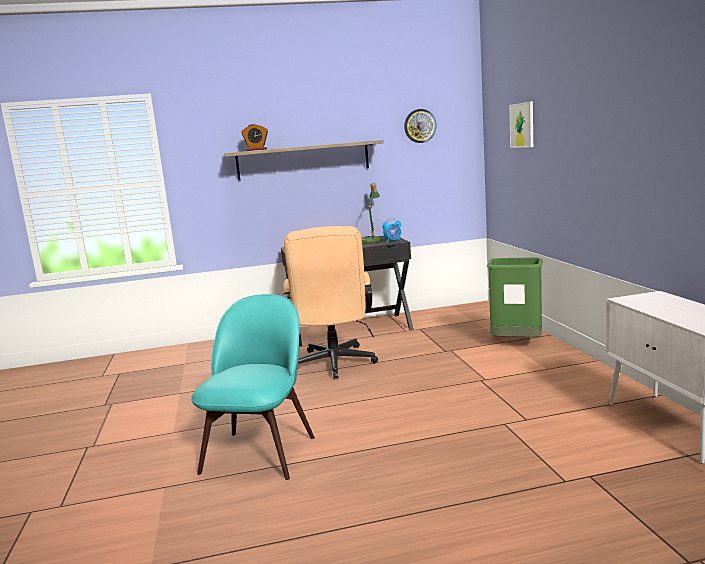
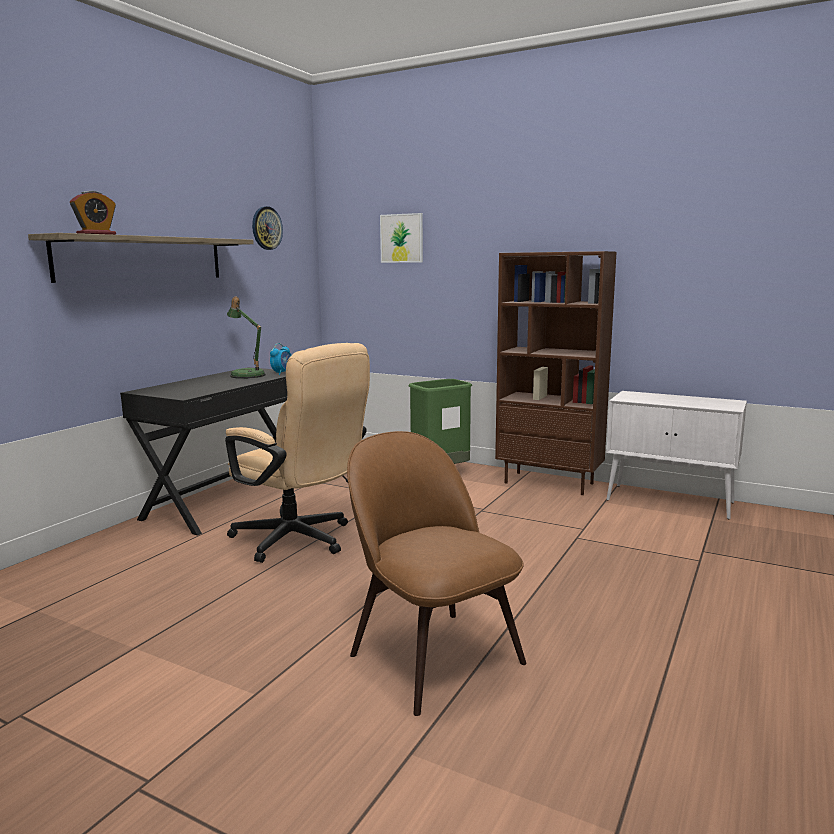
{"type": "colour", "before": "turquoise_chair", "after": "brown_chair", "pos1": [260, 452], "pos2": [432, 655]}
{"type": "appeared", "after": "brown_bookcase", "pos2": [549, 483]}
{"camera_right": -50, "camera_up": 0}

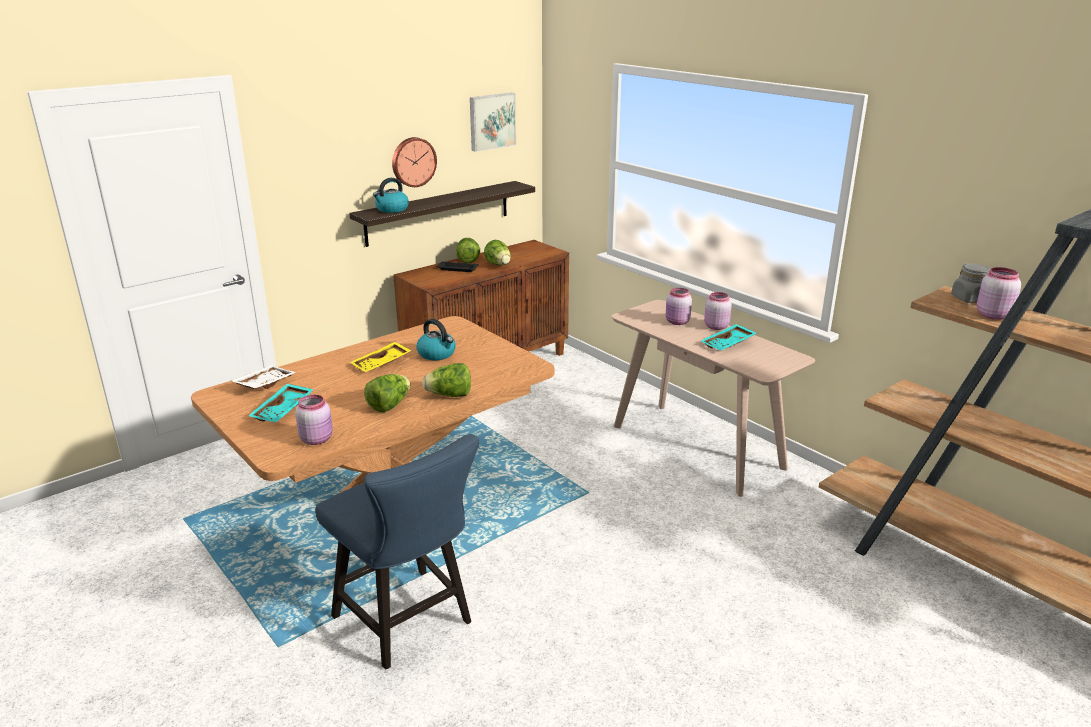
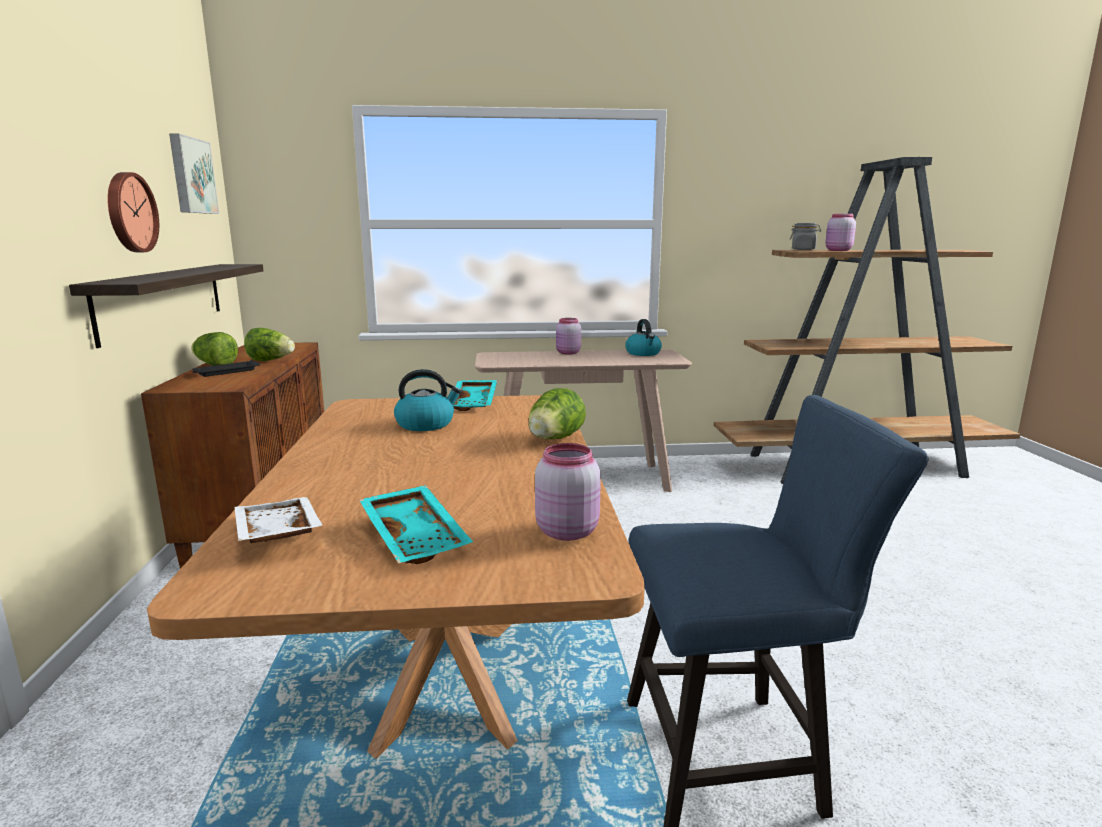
{"type": "relocated", "before": "turquoise_tray", "pos1": [728, 344], "pos2": [475, 403]}
{"type": "relocated", "before": "kettle", "pos1": [392, 209], "pos2": [643, 353]}
{"type": "missing", "before": "yellow_tray", "pos1": [382, 364]}
{"type": "missing", "before": "lettuce", "pos1": [389, 405]}
{"type": "missing", "before": "pink_jar", "pos1": [677, 322]}
{"camera_right": -55, "camera_up": -10}

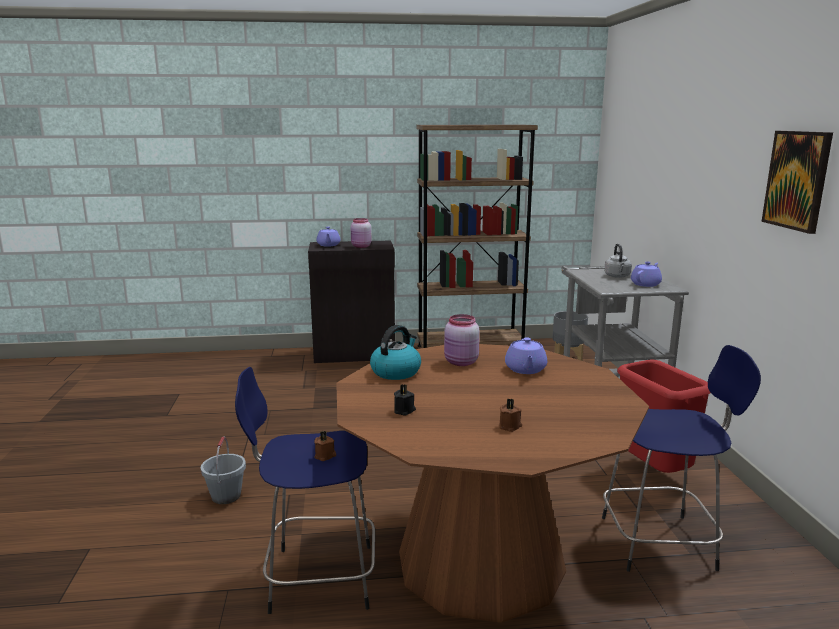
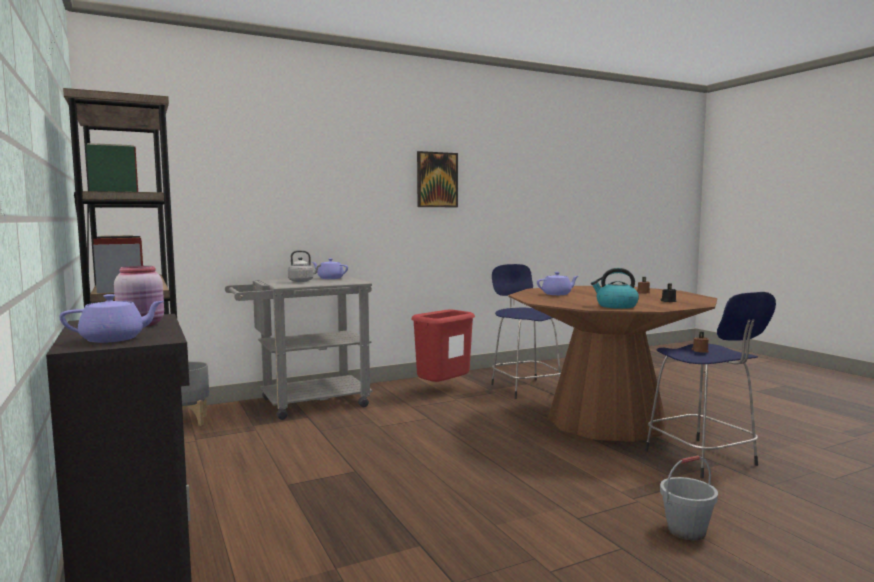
{"type": "missing", "before": "pink_jar", "pos1": [461, 362]}
{"camera_right": -110, "camera_up": -10}

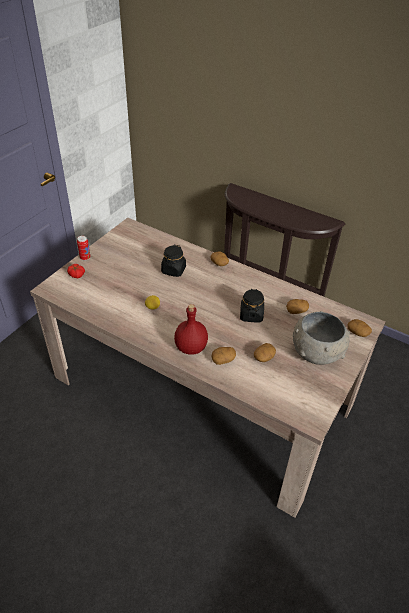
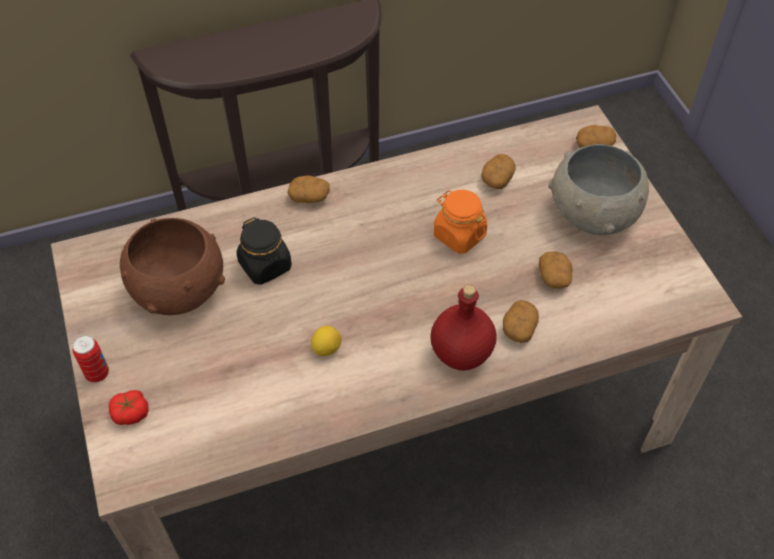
{"type": "appeared", "after": "brown_bowl", "pos2": [178, 289]}
{"type": "colour", "before": "black_jar", "after": "orange_jar", "pos1": [251, 315], "pos2": [459, 235]}
{"camera_right": -50, "camera_up": 10}

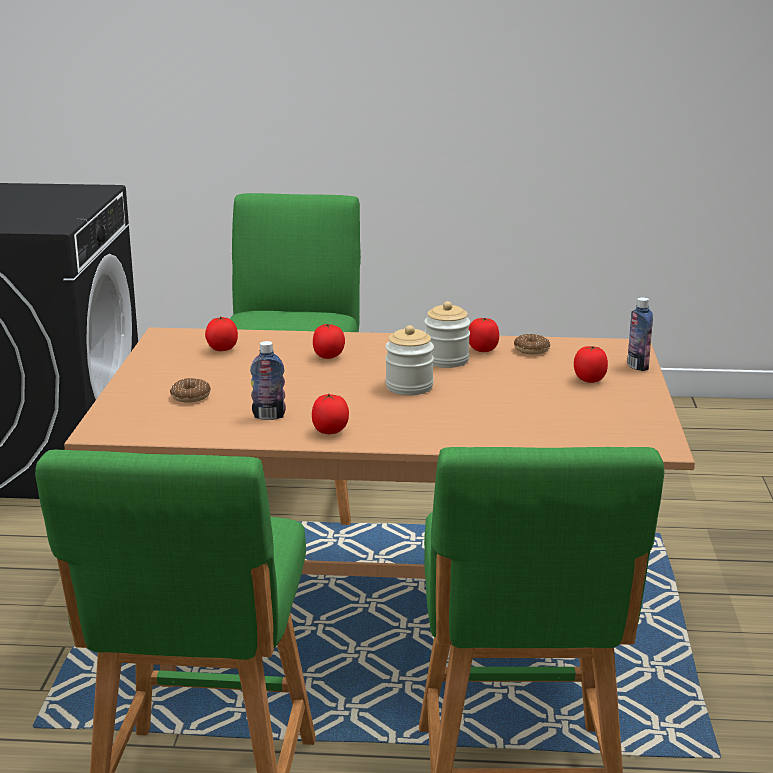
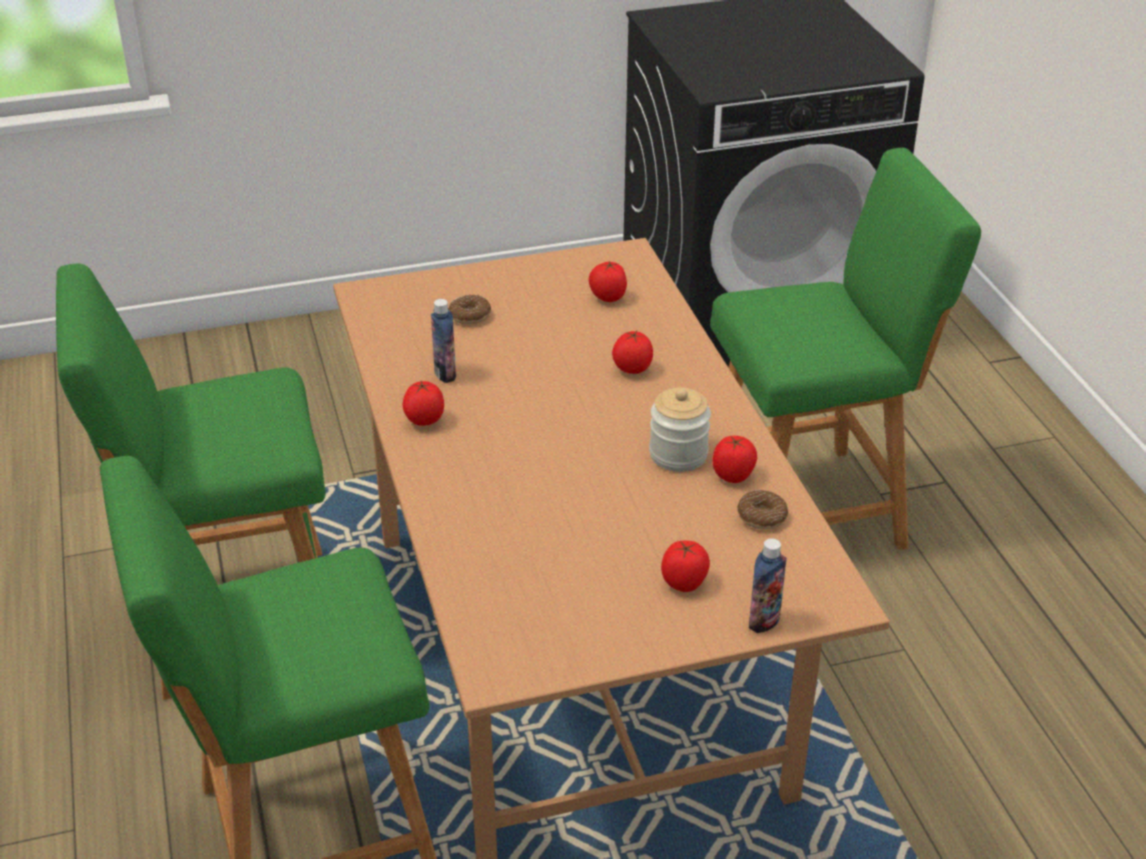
{"type": "missing", "before": "jar", "pos1": [409, 387]}
{"camera_right": 70, "camera_up": 15}

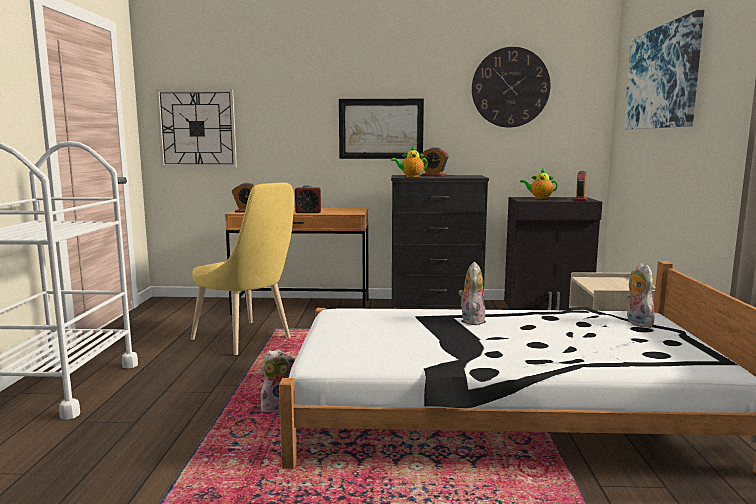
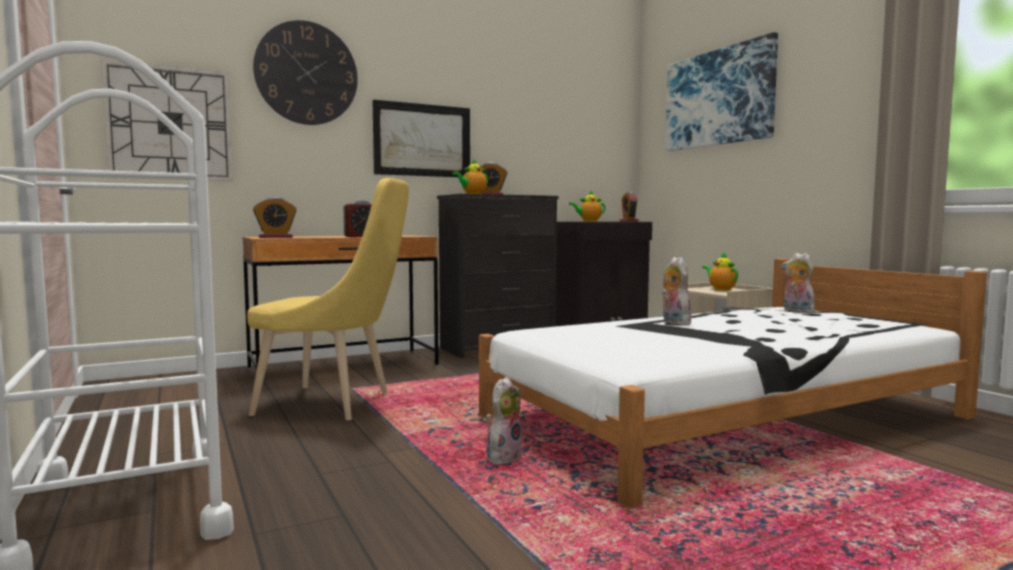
{"type": "relocated", "before": "wall_clock", "pos1": [510, 87], "pos2": [306, 73]}
{"type": "appeared", "after": "teapot", "pos2": [721, 289]}
{"camera_right": -30, "camera_up": -5}

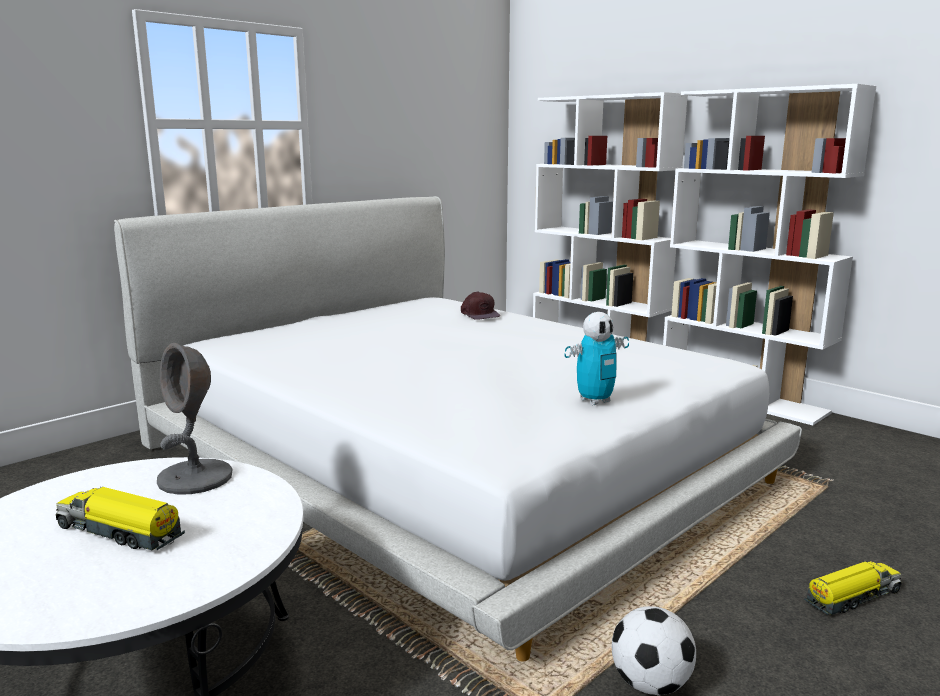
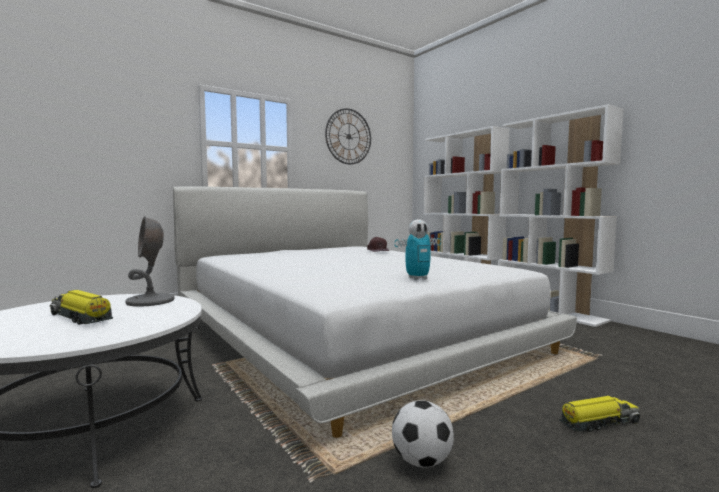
{"type": "appeared", "after": "wall_clock", "pos2": [348, 136]}
{"camera_right": 10, "camera_up": -10}

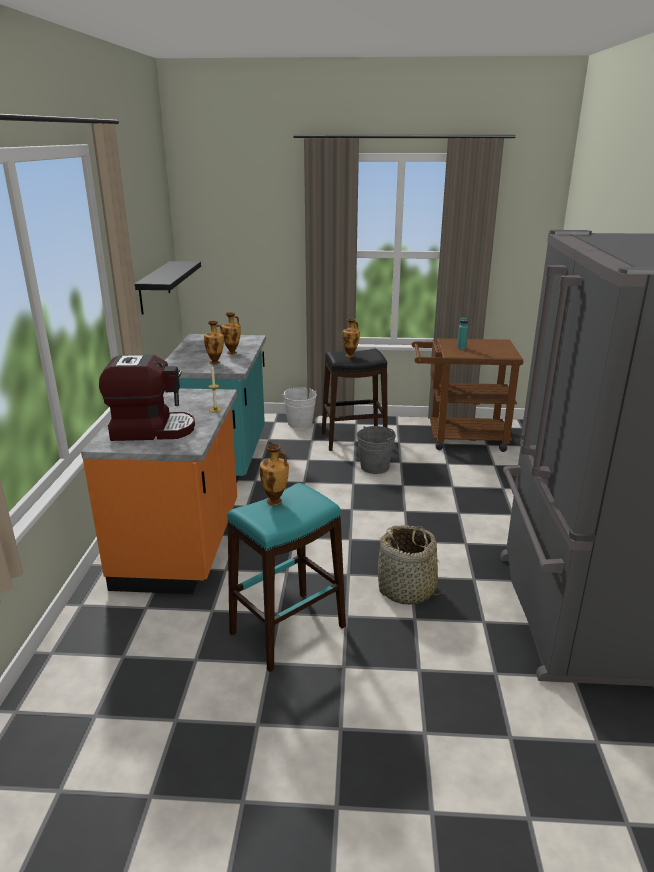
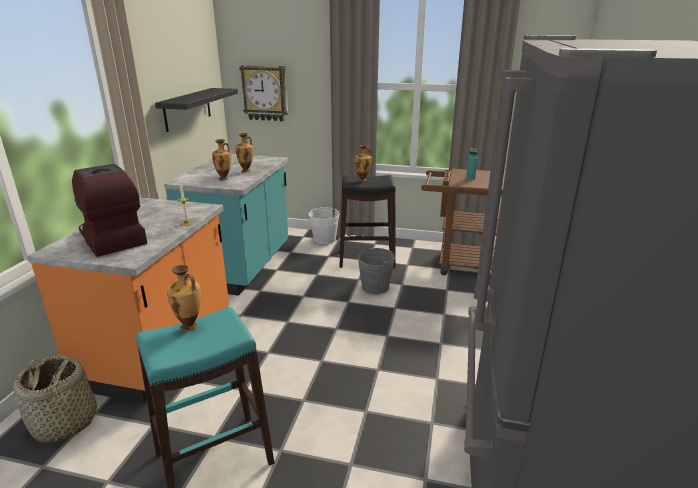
{"type": "relocated", "before": "basket", "pos1": [407, 589], "pos2": [64, 423]}
{"type": "spun", "before": "coffee_machine", "pos1": [152, 429], "pos2": [111, 238], "turn": -135}
{"type": "appeared", "after": "wall_clock", "pos2": [265, 93]}
{"camera_right": 10, "camera_up": 0}

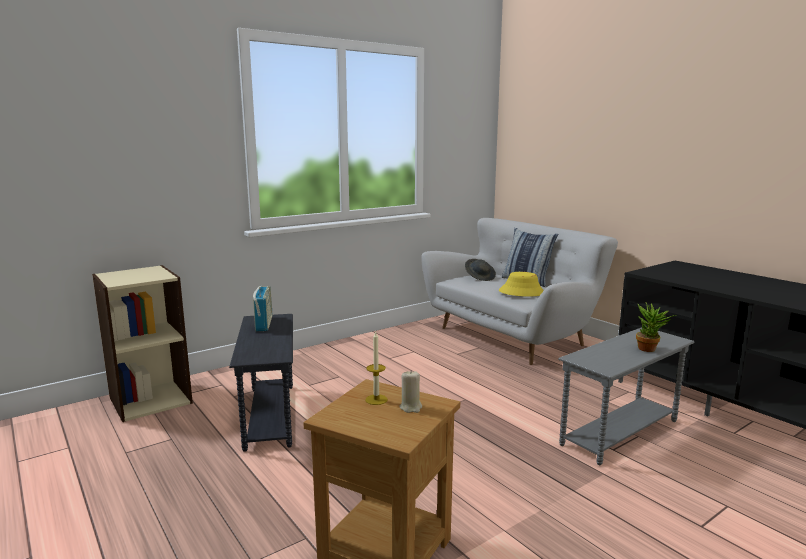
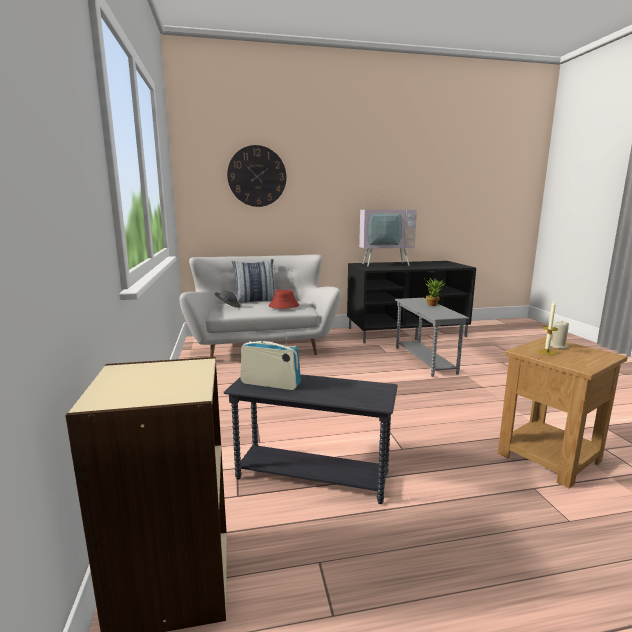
{"type": "appeared", "after": "wall_clock", "pos2": [257, 176]}
{"type": "colour", "before": "yellow_hat", "after": "red_hat", "pos1": [521, 292], "pos2": [283, 306]}
{"type": "appeared", "after": "television", "pos2": [384, 264]}
{"camera_right": -65, "camera_up": 0}

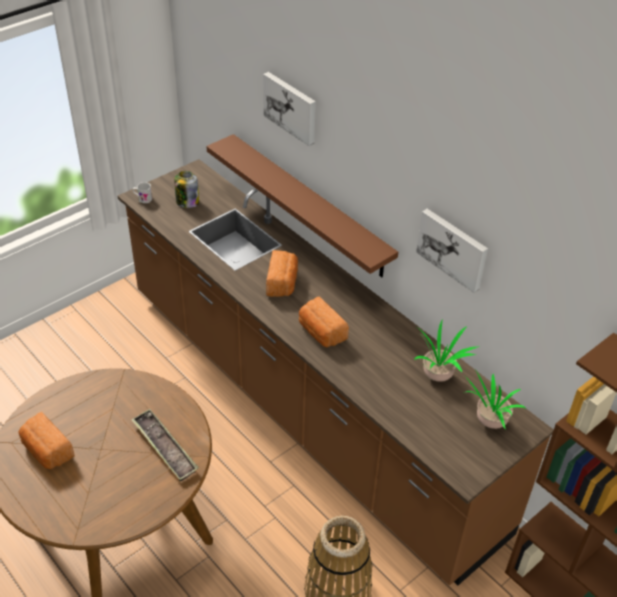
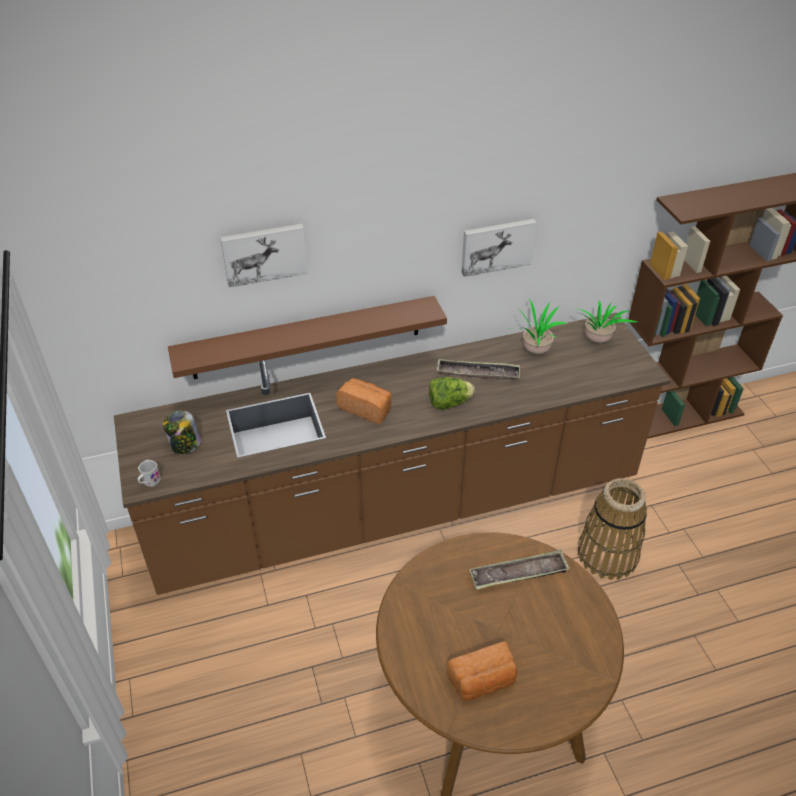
{"type": "exchanged", "before": "bread", "after": "lettuce", "pos1": [321, 332], "pos2": [449, 403]}
{"type": "appeared", "after": "tray", "pos2": [477, 373]}
{"camera_right": -65, "camera_up": 0}

